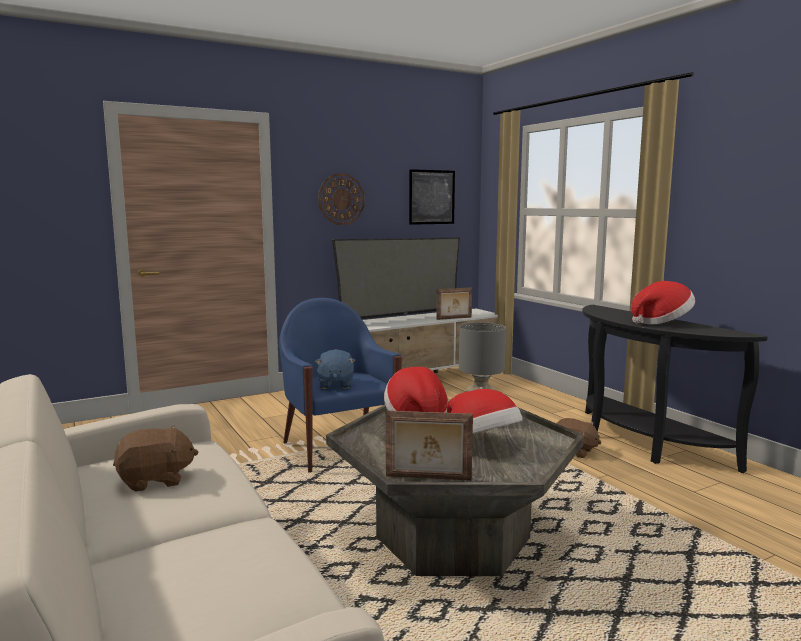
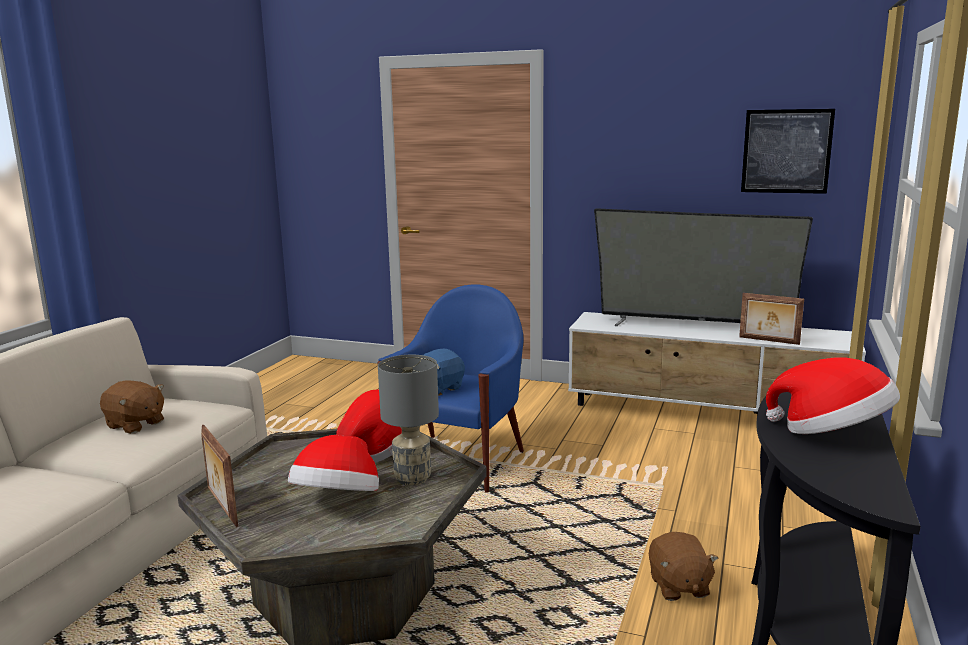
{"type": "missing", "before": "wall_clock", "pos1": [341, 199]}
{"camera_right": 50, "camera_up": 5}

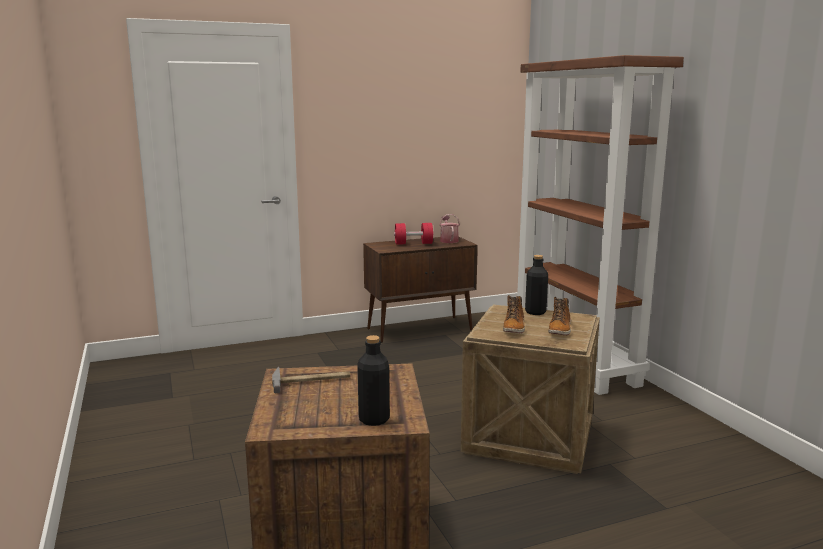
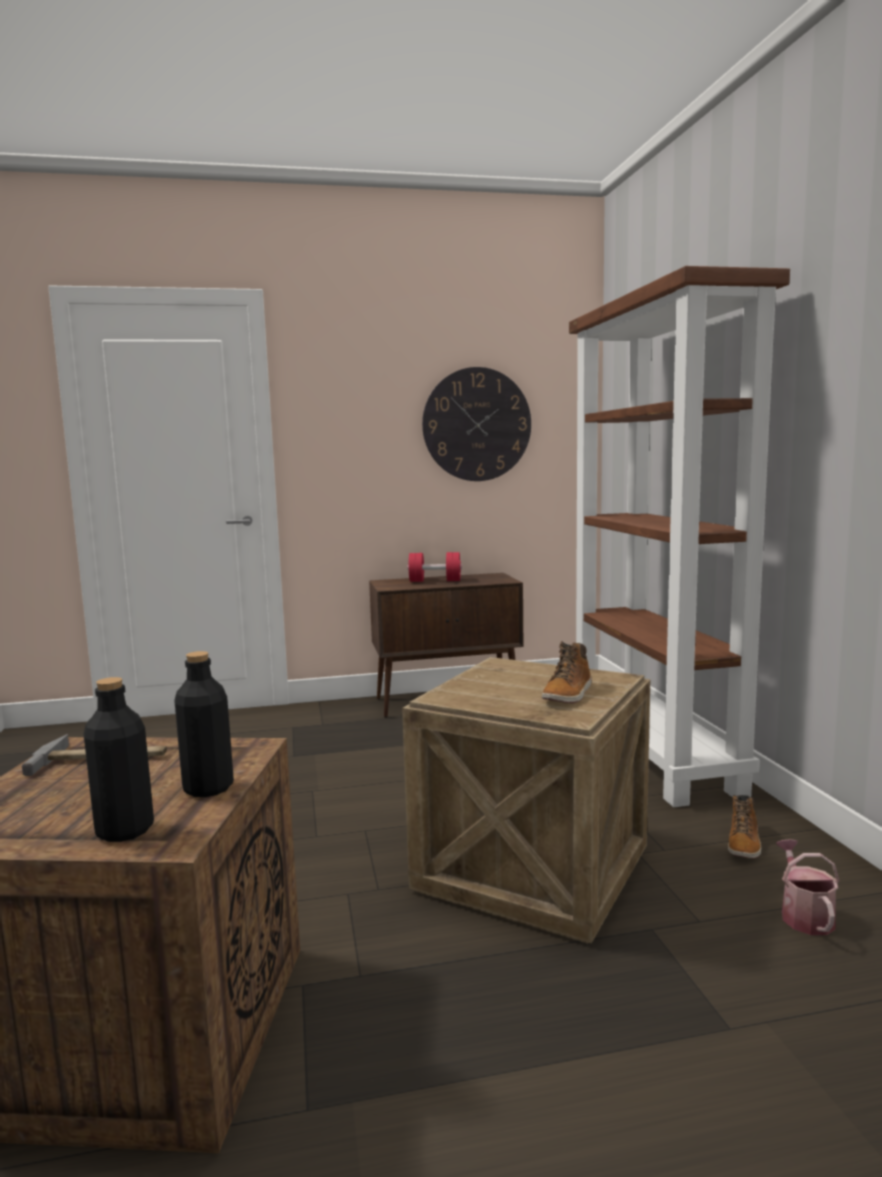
{"type": "relocated", "before": "black_bottle", "pos1": [535, 312], "pos2": [208, 788]}
{"type": "appeared", "after": "wall_clock", "pos2": [477, 424]}
{"type": "relocated", "before": "boot", "pos1": [514, 327], "pos2": [744, 844]}
{"type": "relocated", "before": "watering_can", "pos1": [448, 240], "pos2": [804, 915]}
{"camera_right": 10, "camera_up": -5}

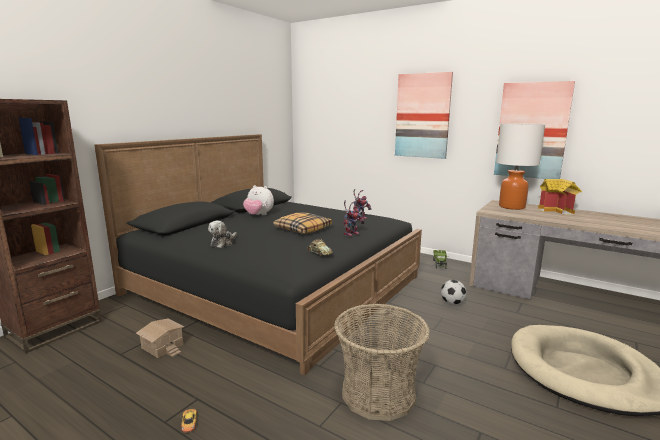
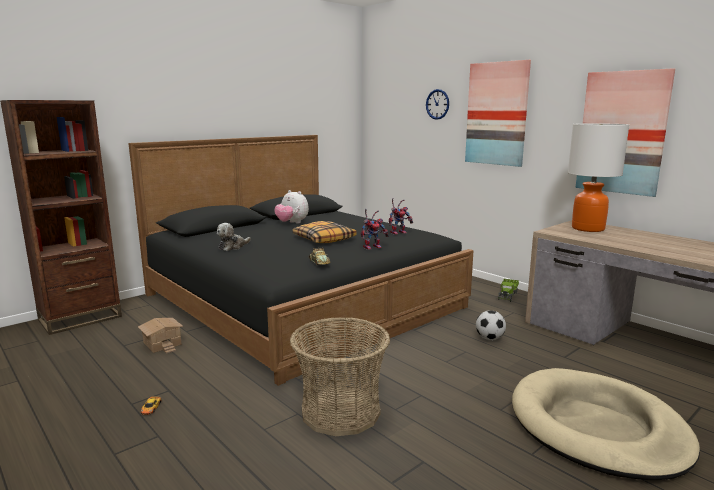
{"type": "appeared", "after": "wall_clock", "pos2": [437, 104]}
{"type": "missing", "before": "toy_house", "pos1": [558, 210]}
{"camera_right": 15, "camera_up": 0}

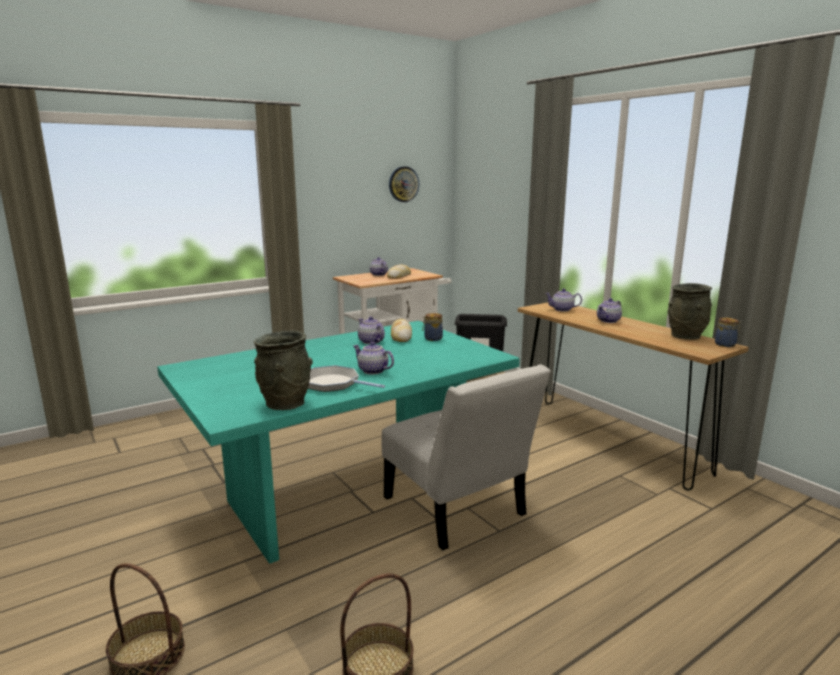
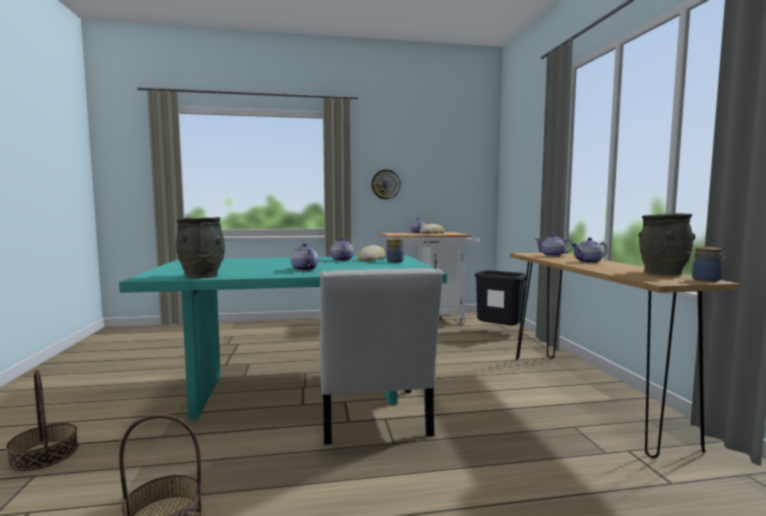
{"type": "relocated", "before": "wall_clock", "pos1": [403, 184], "pos2": [385, 184]}
{"type": "missing", "before": "frying_pan", "pos1": [333, 384]}
{"camera_right": 25, "camera_up": -10}

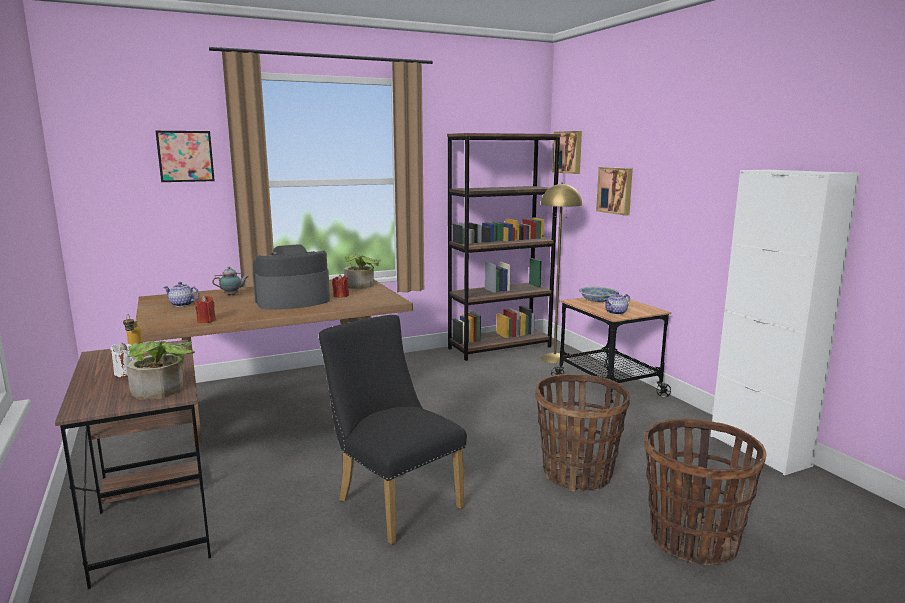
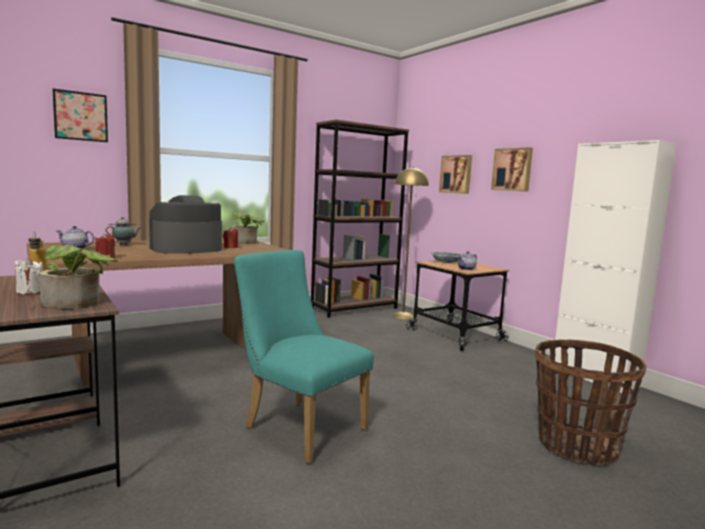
{"type": "colour", "before": "black_chair", "after": "turquoise_chair", "pos1": [393, 501], "pos2": [299, 426]}
{"type": "relocated", "before": "picture", "pos1": [568, 152], "pos2": [512, 169]}
{"type": "missing", "before": "basket", "pos1": [577, 474]}
{"camera_right": -10, "camera_up": -5}

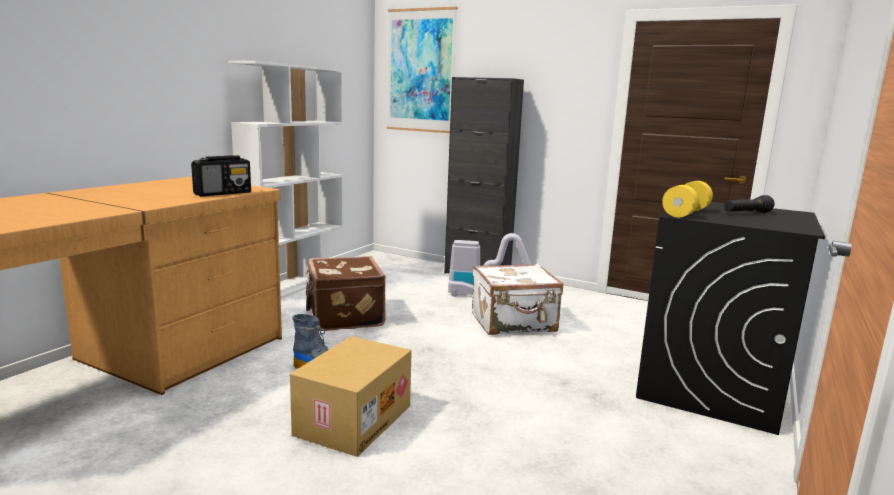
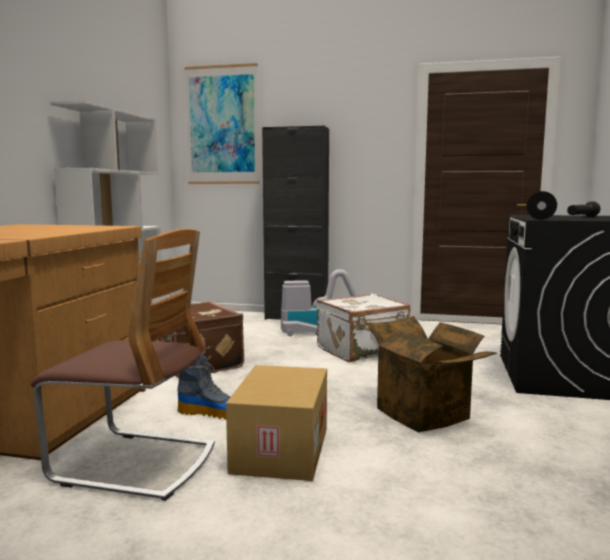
{"type": "appeared", "after": "chair", "pos2": [135, 463]}
{"type": "appeared", "after": "cardboard_box", "pos2": [426, 413]}
{"type": "colour", "before": "yellow_dumbbell", "after": "black_dumbbell", "pos1": [686, 213], "pos2": [540, 218]}
{"type": "missing", "before": "radio", "pos1": [223, 193]}
{"camera_right": -15, "camera_up": -5}

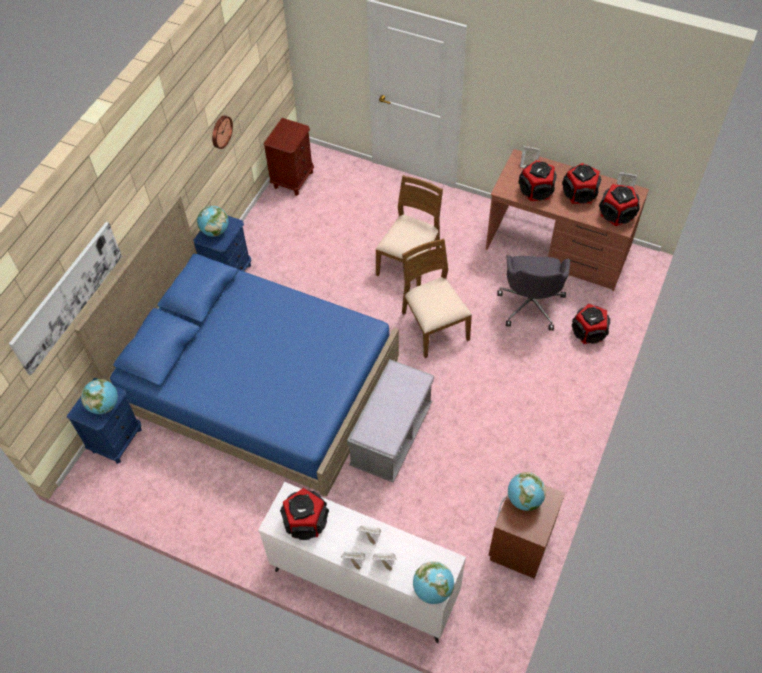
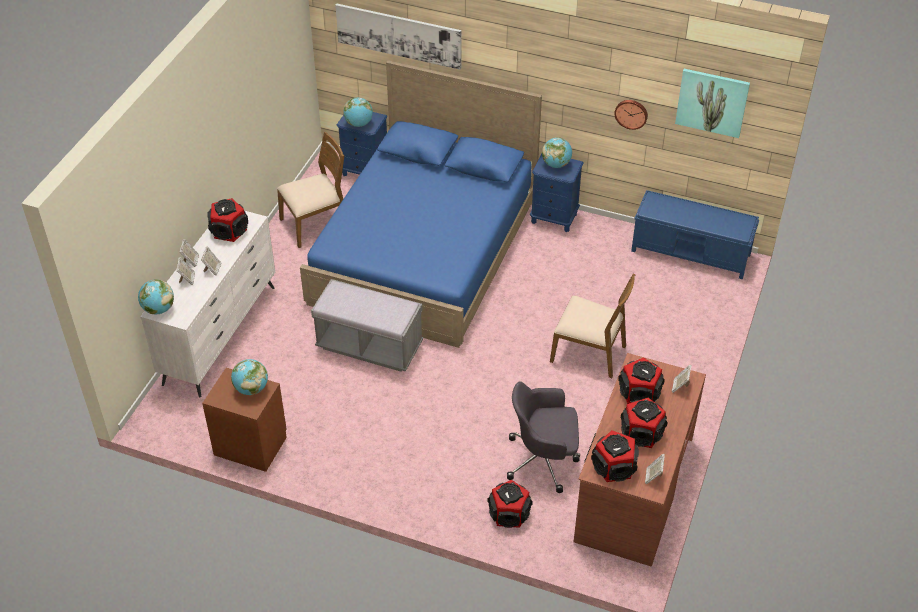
{"type": "relocated", "before": "brown_chair", "pos1": [433, 326], "pos2": [316, 224]}
{"type": "exchanged", "before": "brown_nightstand", "after": "blue_bench", "pos1": [293, 179], "pos2": [691, 253]}
{"type": "appeared", "after": "picture", "pos2": [712, 102]}
{"camera_right": 85, "camera_up": -10}

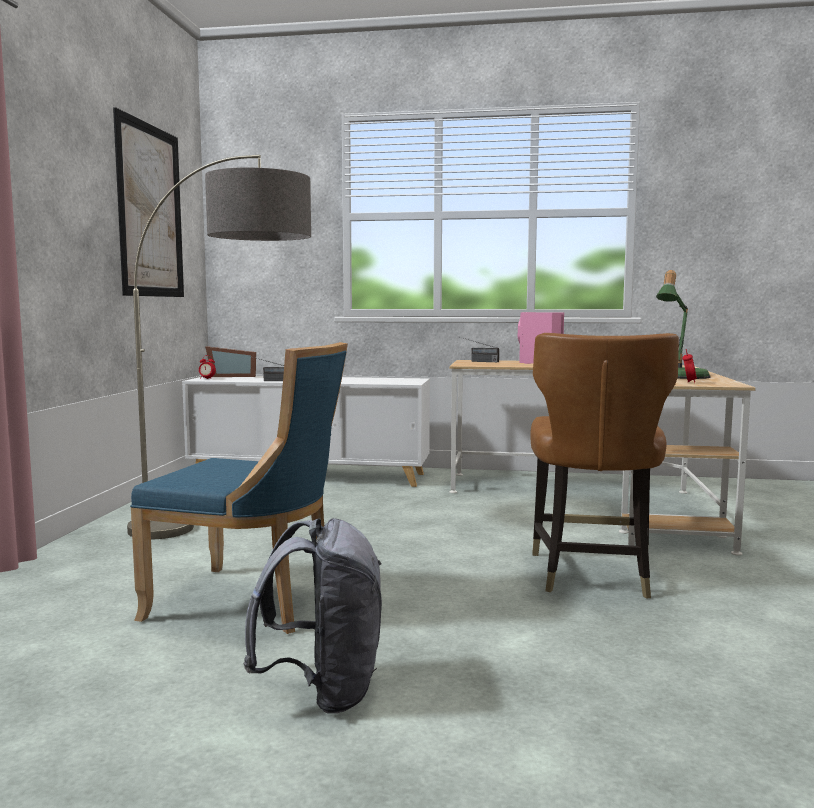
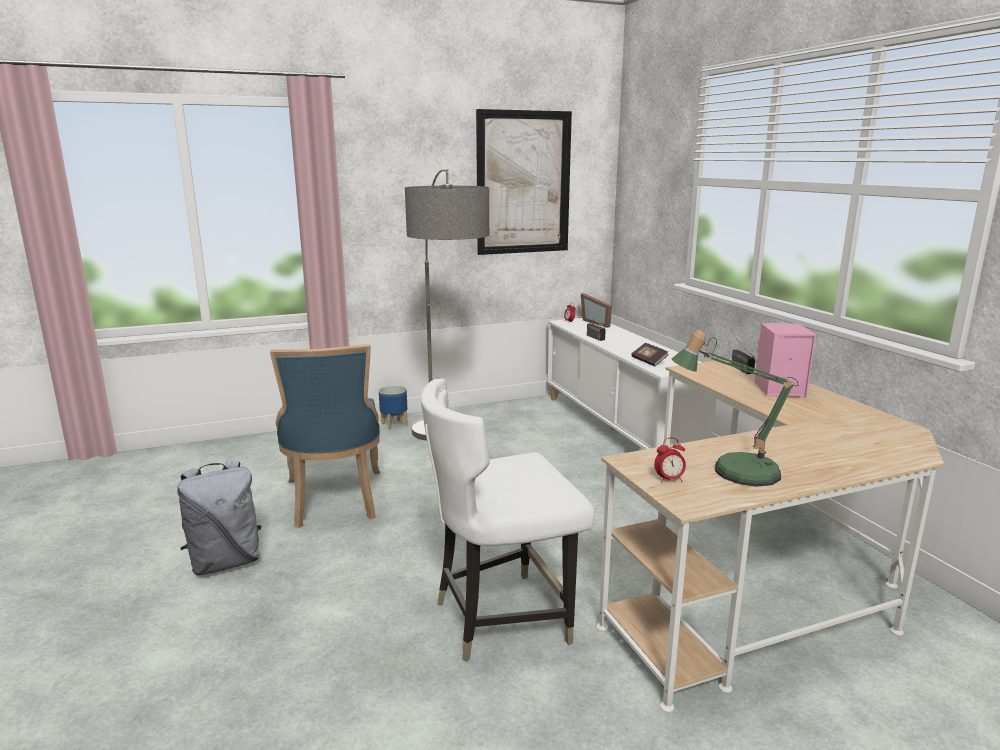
{"type": "appeared", "after": "planter", "pos2": [394, 424]}
{"type": "colour", "before": "brown_chair", "after": "white_chair", "pos1": [592, 574], "pos2": [501, 617]}
{"type": "appeared", "after": "book", "pos2": [649, 361]}
{"camera_right": 60, "camera_up": 10}

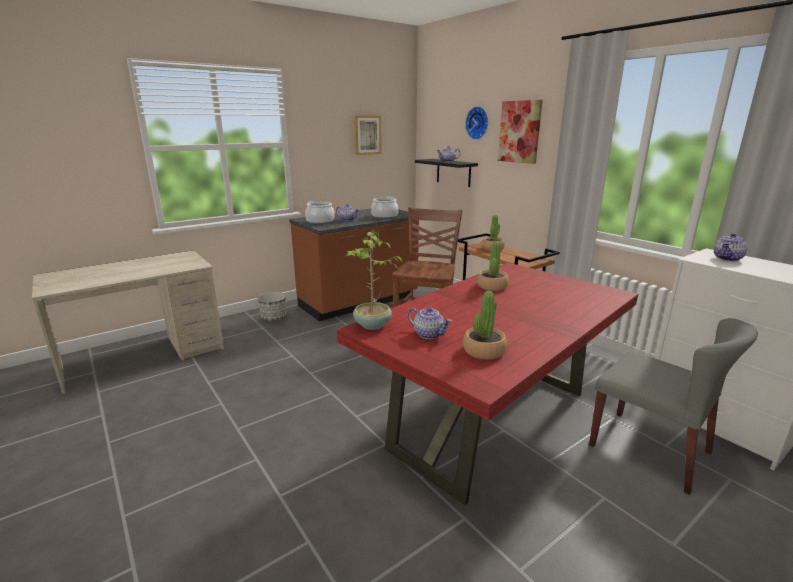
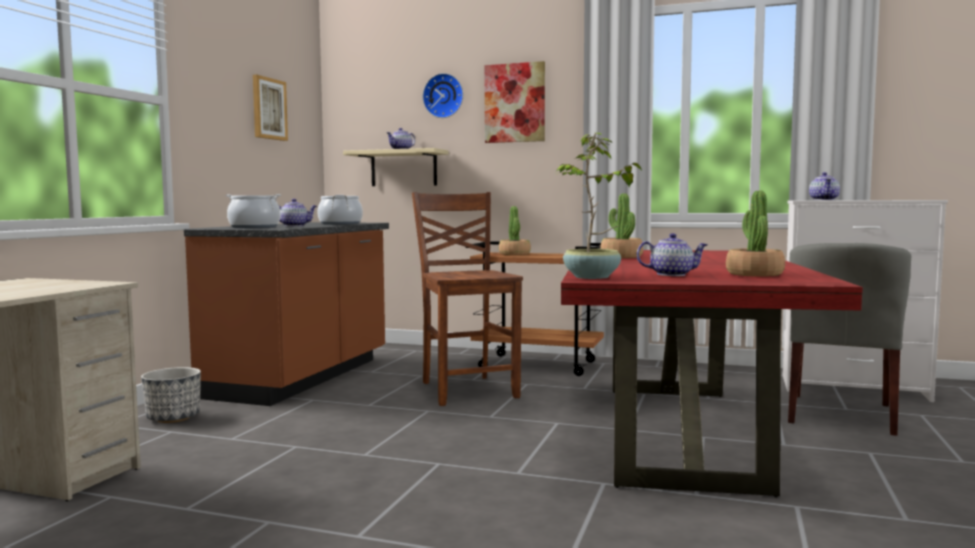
{"type": "colour", "before": "black_shelf", "after": "beige_shelf", "pos1": [453, 172], "pos2": [403, 168]}
{"type": "spun", "before": "grey_chair", "pos1": [650, 449], "pos2": [840, 414], "turn": 105}
{"camera_right": -35, "camera_up": -15}

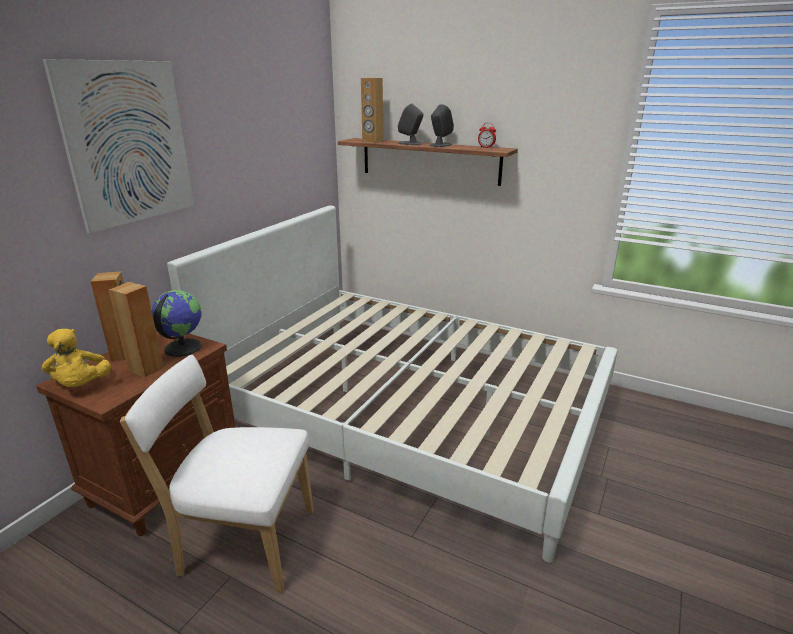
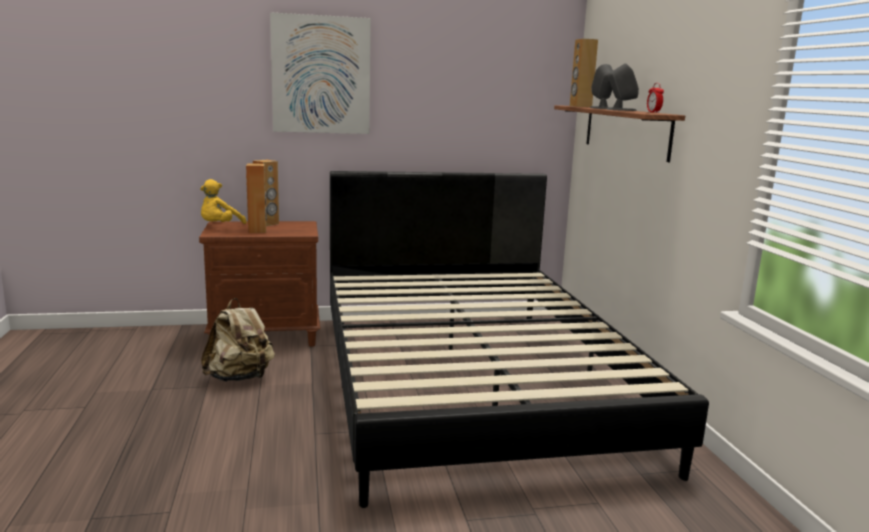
{"type": "exchanged", "before": "white_chair", "after": "beige_backpack", "pos1": [242, 541], "pos2": [240, 378]}
{"type": "colour", "before": "white_bed", "after": "black_bed", "pos1": [409, 411], "pos2": [471, 383]}
{"type": "missing", "before": "globe", "pos1": [182, 347]}
{"camera_right": 50, "camera_up": -10}

